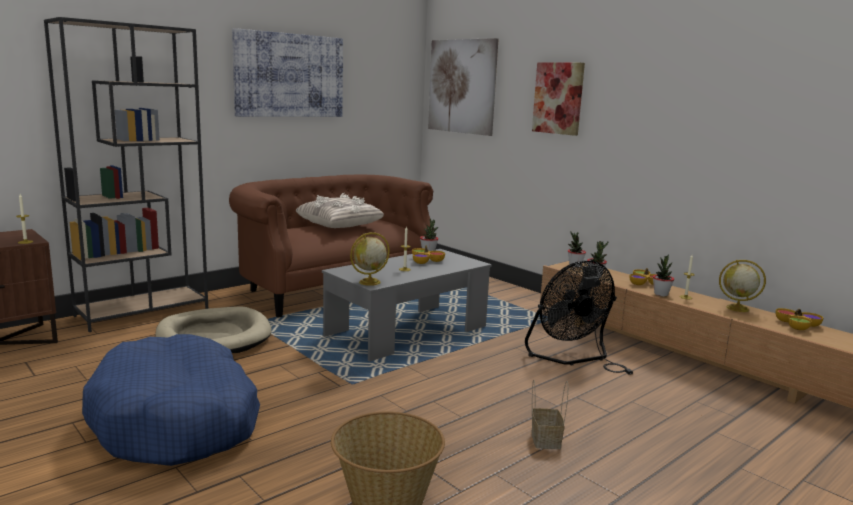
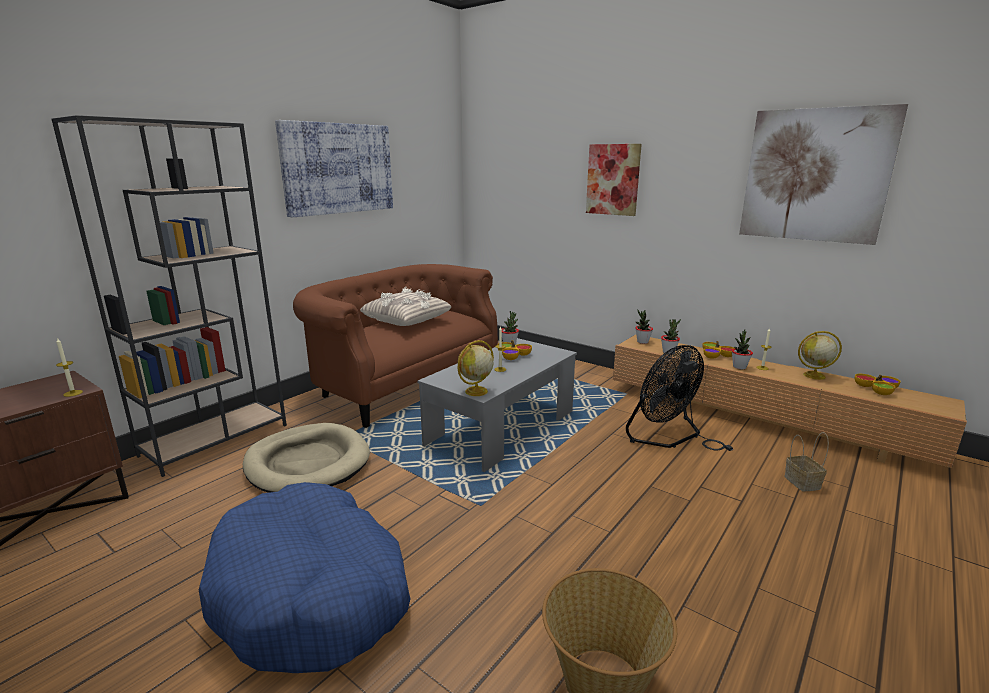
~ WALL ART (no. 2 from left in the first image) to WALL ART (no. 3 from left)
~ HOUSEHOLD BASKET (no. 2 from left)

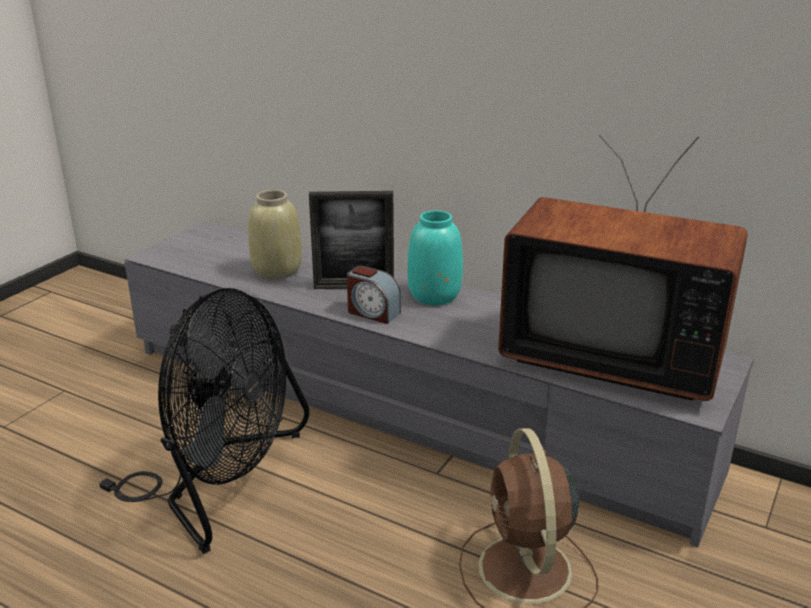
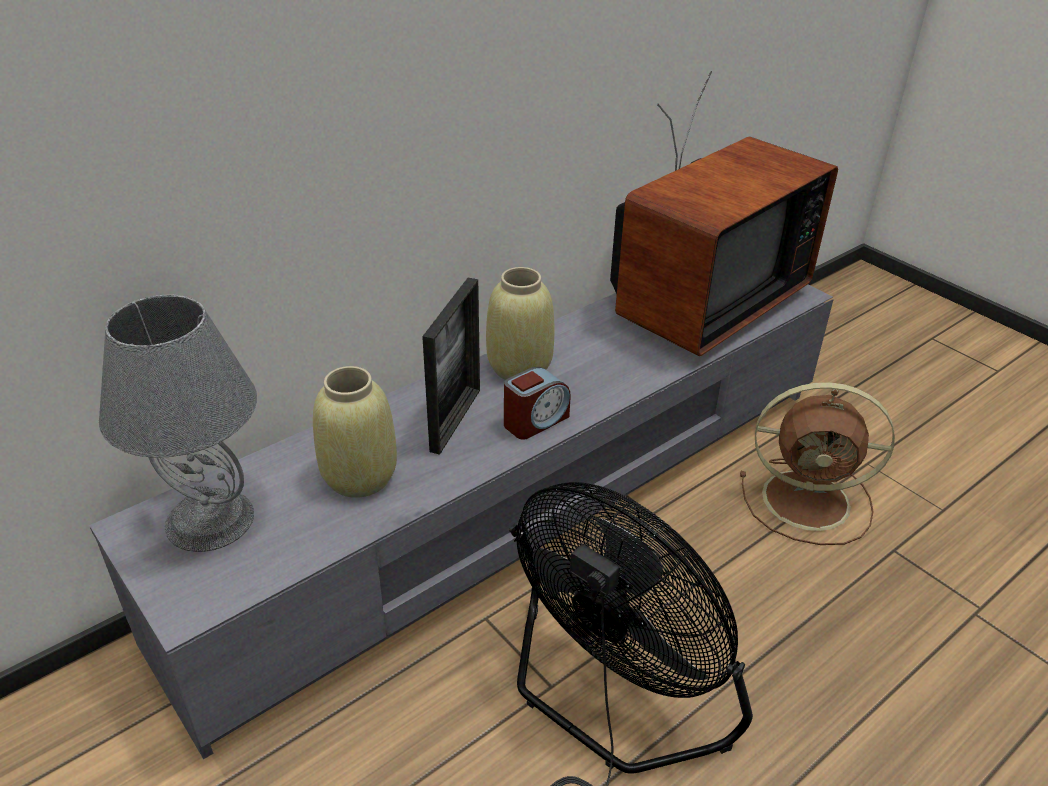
+ GREYISH TABLE LAMP
~ BLUE-GREEN DECORATIVE VASE to BEIGE DECORATIVE VASE (no. 2 from left)

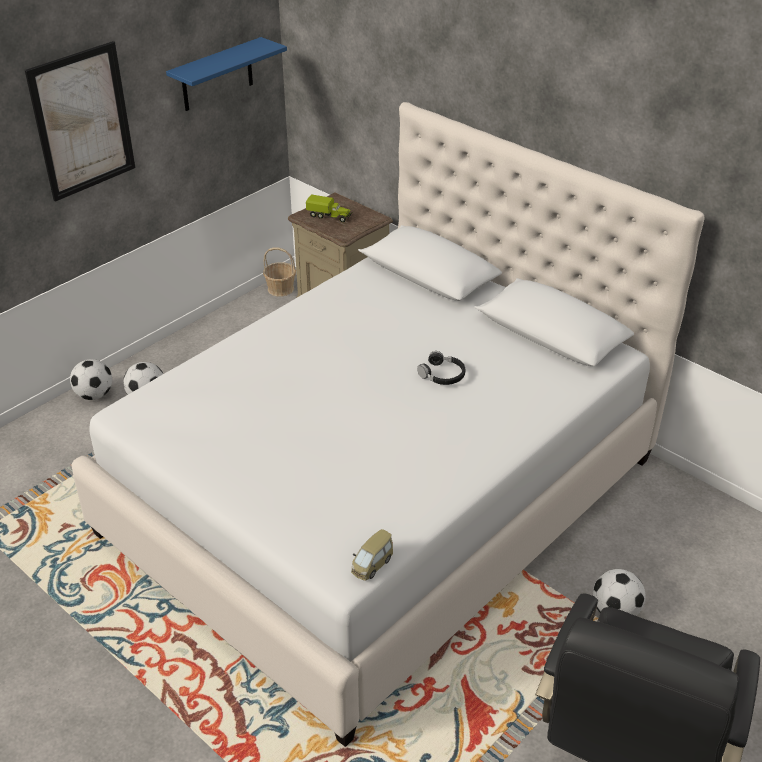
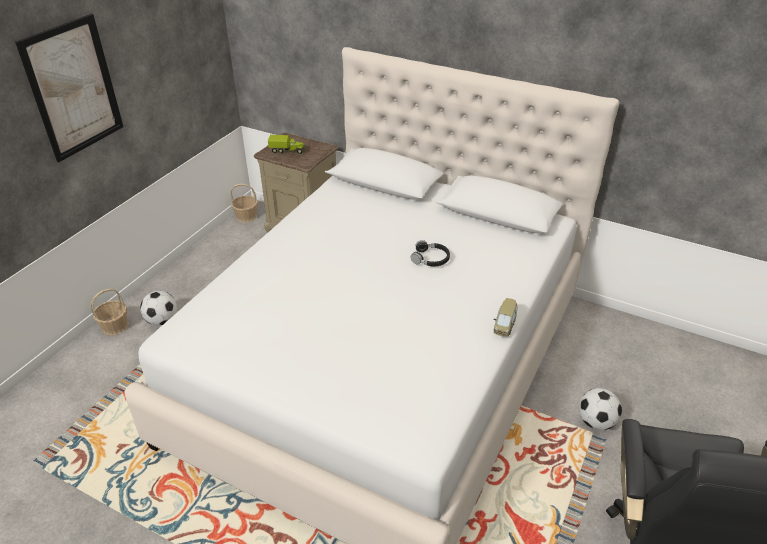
- BLUE BRACKET SHELF
~ TOY CAR
~ FOOTBALL BALL (no. 1 from left) to HOUSEHOLD BASKET (no. 1 from left)

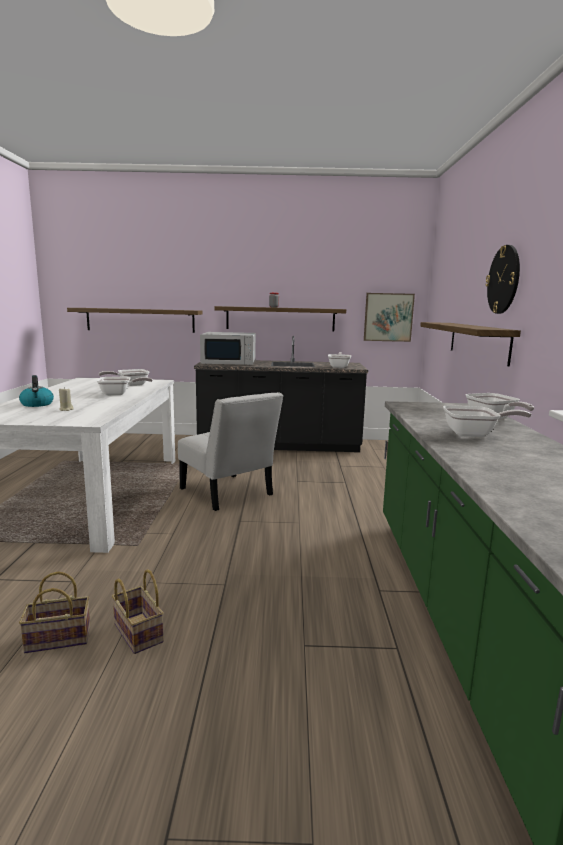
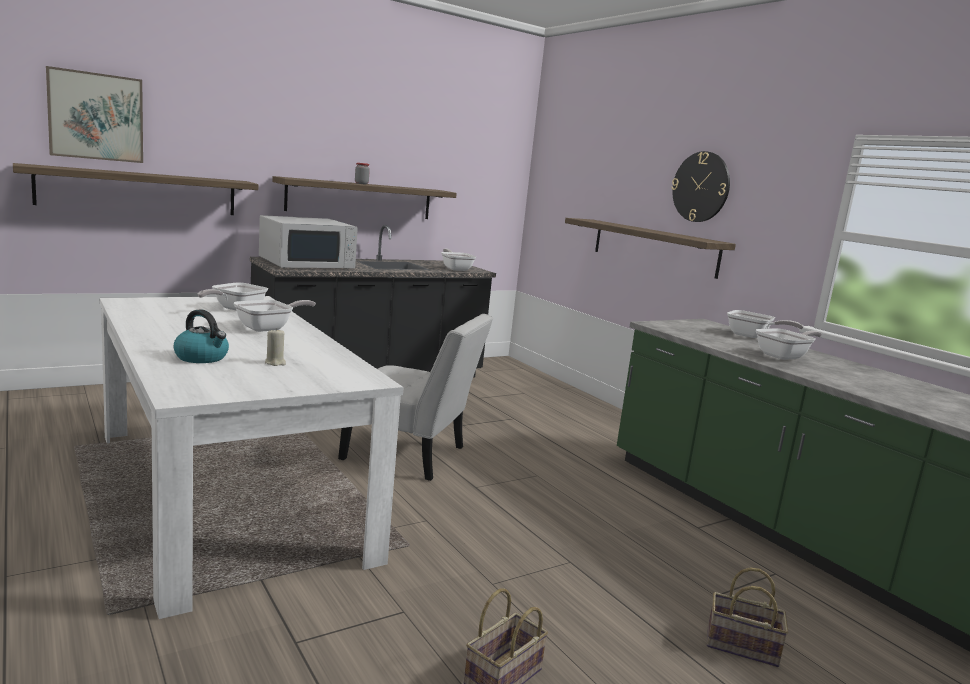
~ HOUSEHOLD BASKET (no. 2 from left)
~ WALL ART

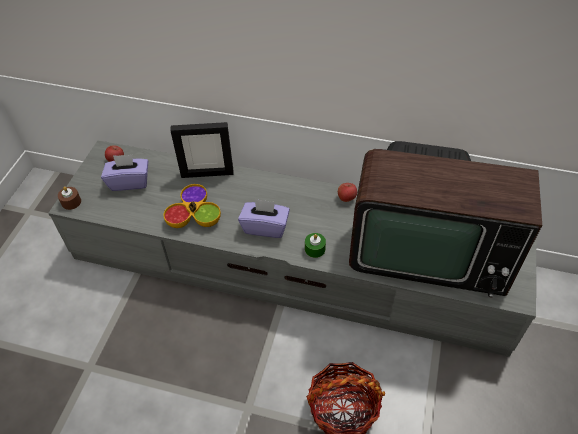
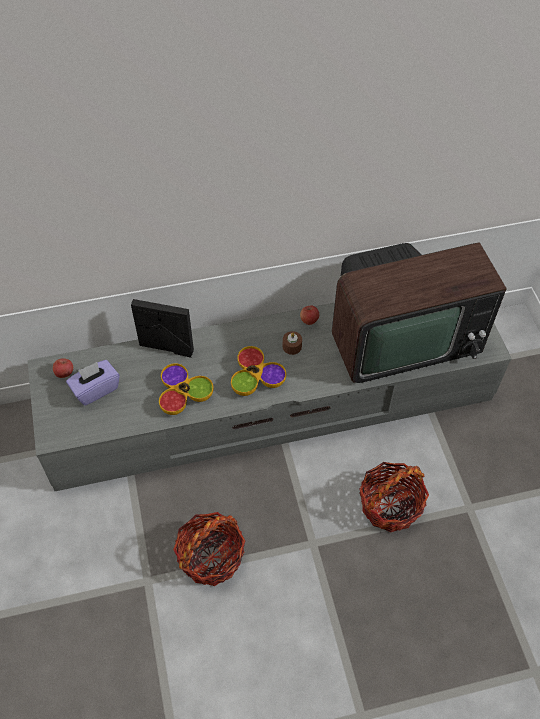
- GREENISH WAX LIGHT
+ HOUSEHOLD BASKET (no. 1 from left)
~ BROWNISH WAX LIGHT
~ PURPLE-COLOURED BOX OF TISSUES (no. 2 from left) to DEEP DISH (no. 2 from left)
~ PHOTO FRAME 135 degrees counterclockwise

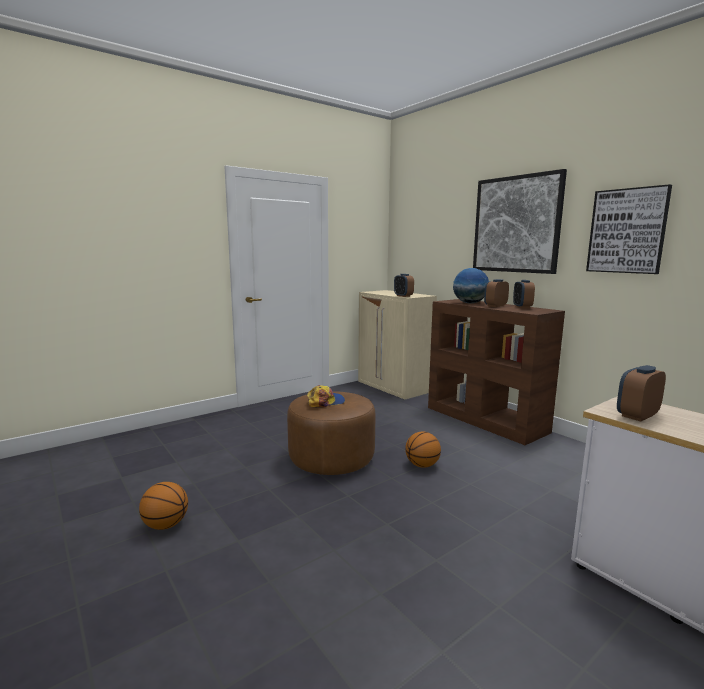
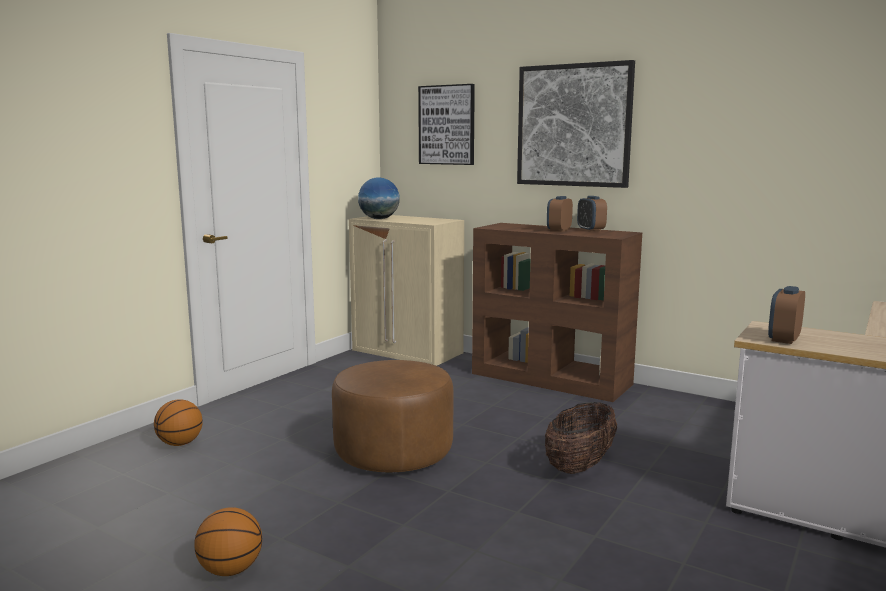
- PEAKED CAP
- TABLE CLOCK (no. 1 from left)
+ HOUSEHOLD BASKET
~ BALL FOR BASKETBALL (no. 2 from left in the first image) to BALL FOR BASKETBALL (no. 1 from left)
~ DESK GLOBE
~ WALL ART (no. 2 from left in the first image) to WALL ART (no. 1 from left)

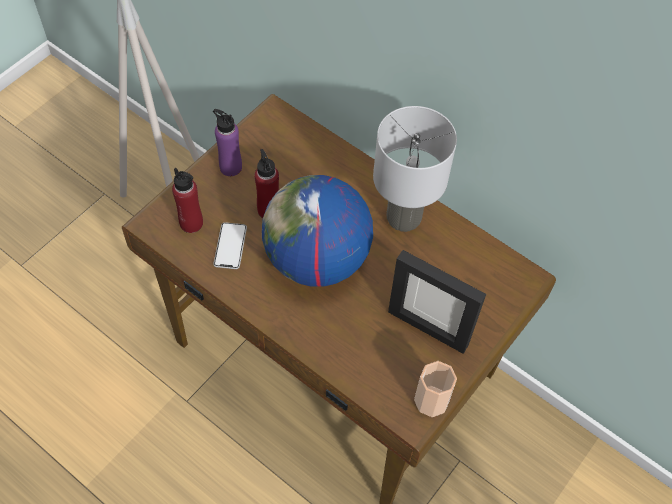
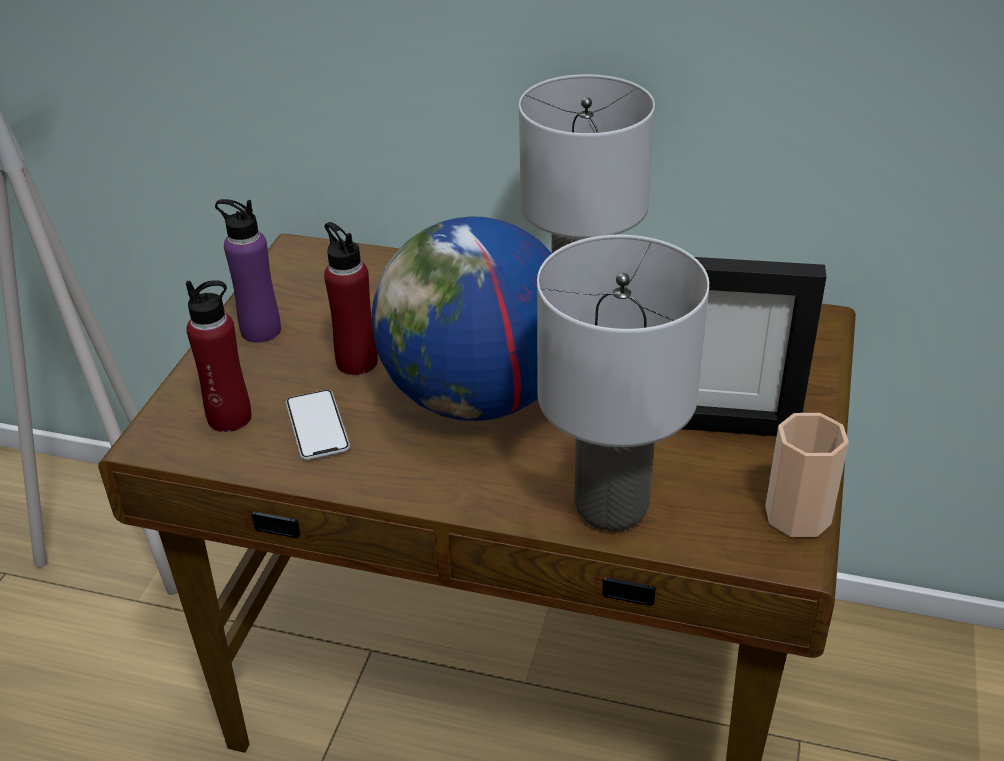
+ WHITISH TABLE LAMP (no. 2 from left)

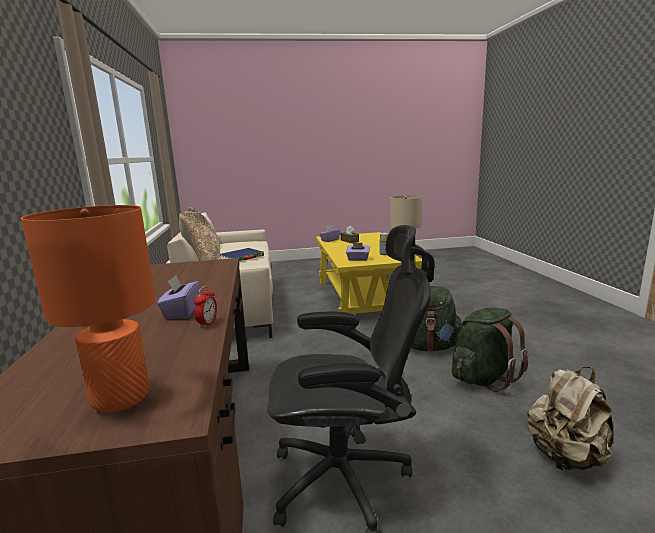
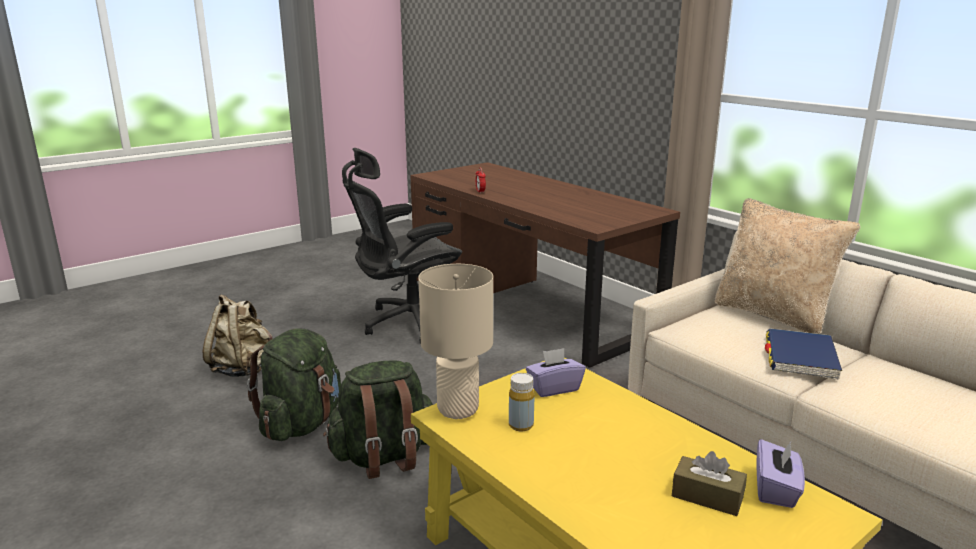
- ORANGEY TABLE LAMP
- PURPLE-COLOURED BOX OF TISSUES (no. 1 from left)

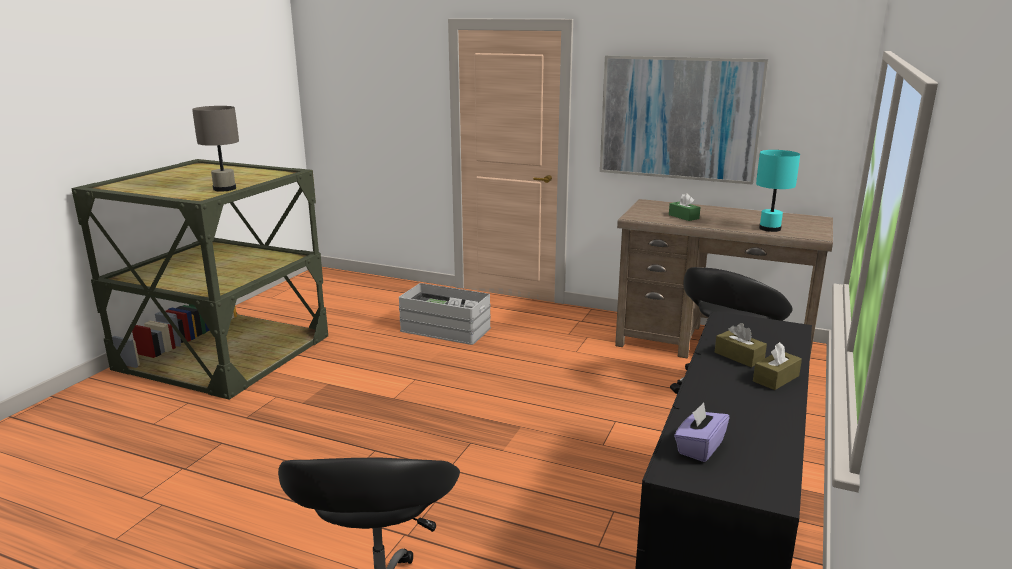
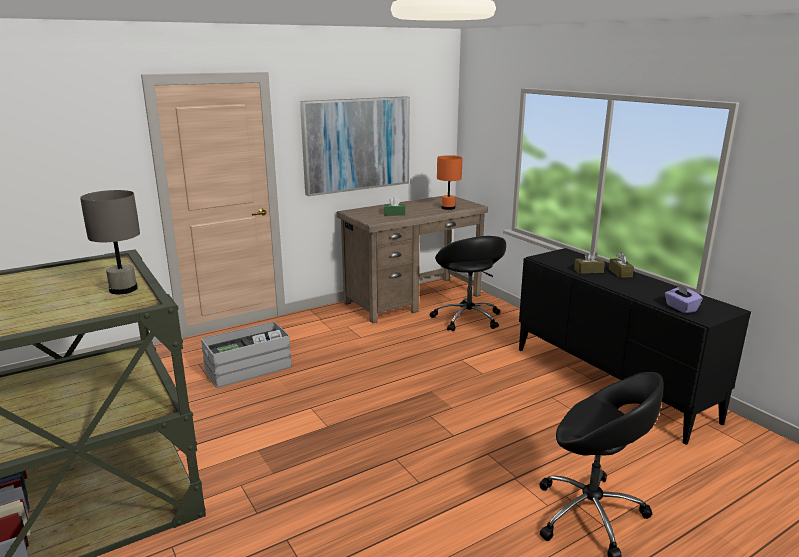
~ BLUE-GREEN TABLE LAMP to ORANGEY TABLE LAMP

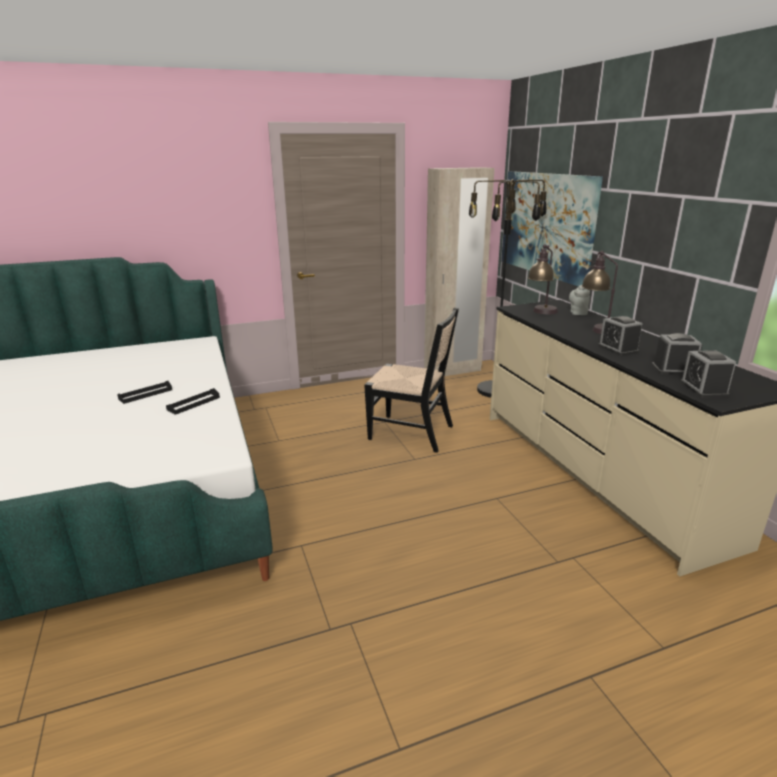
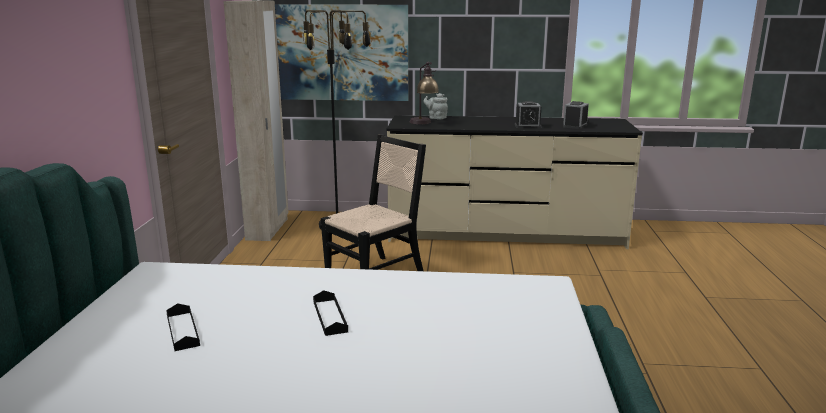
- TABLE LAMP (no. 2 from left)
- TABLE CLOCK (no. 3 from left)
~ BLACK-COLOURED CARRYING TRAY (no. 2 from left in the first image) to BLACK-COLOURED CARRYING TRAY (no. 1 from left)

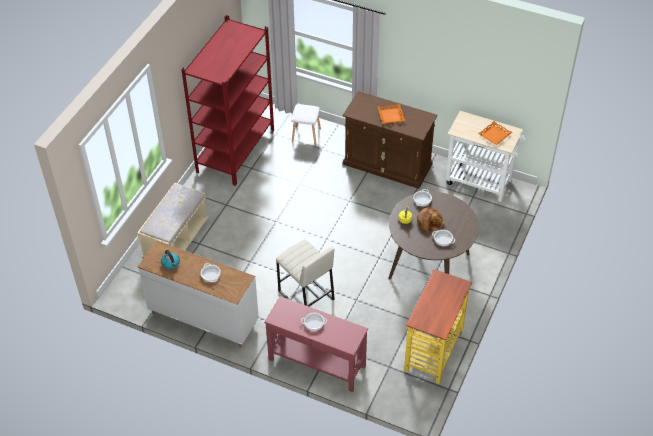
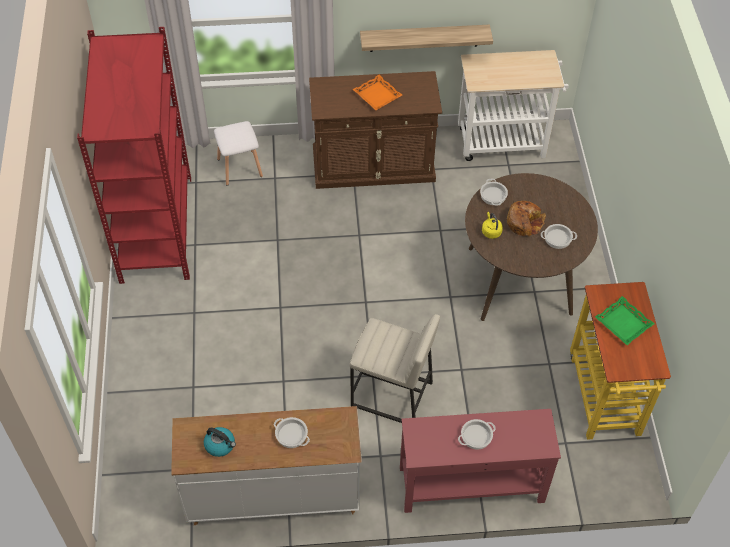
- BEIGE INDOOR BENCH
- ORANGEY CARRYING TRAY (no. 2 from left)
+ BRACKET SHELF
+ GREENISH CARRYING TRAY

